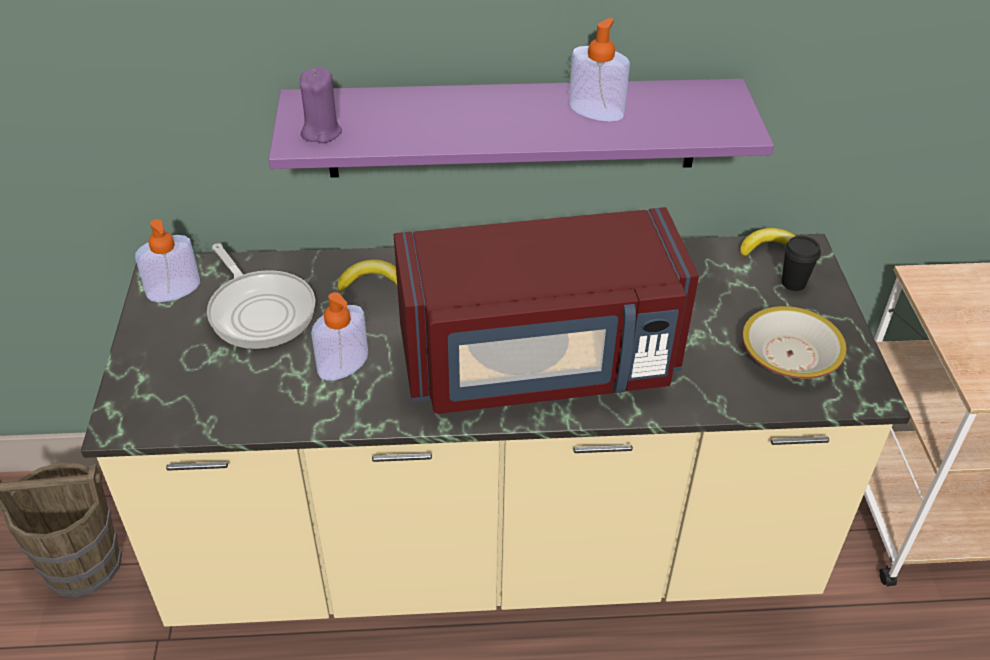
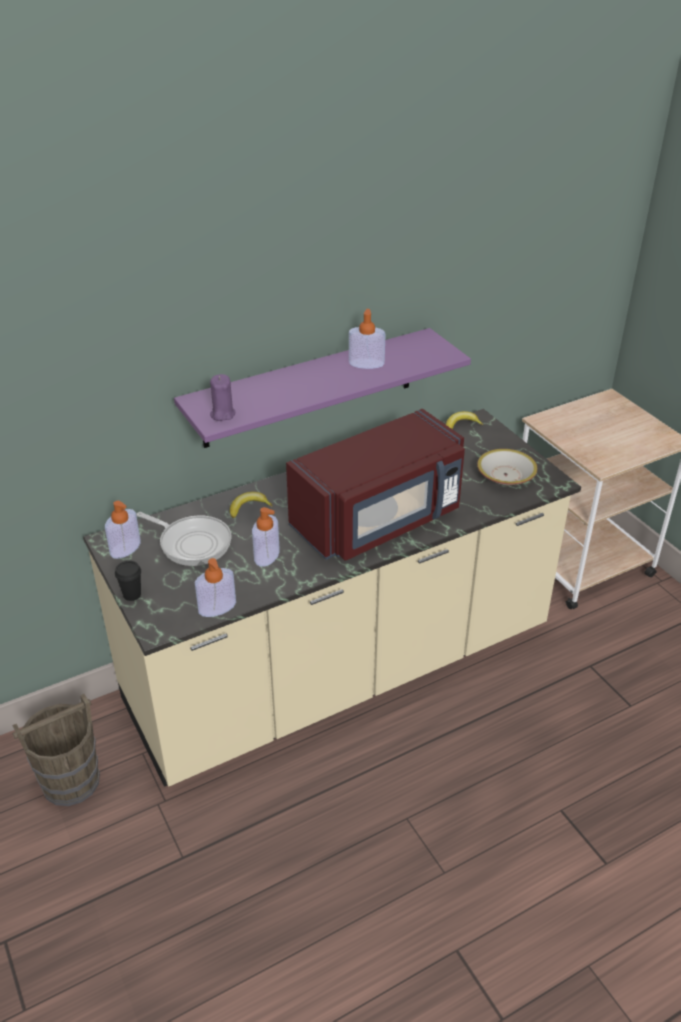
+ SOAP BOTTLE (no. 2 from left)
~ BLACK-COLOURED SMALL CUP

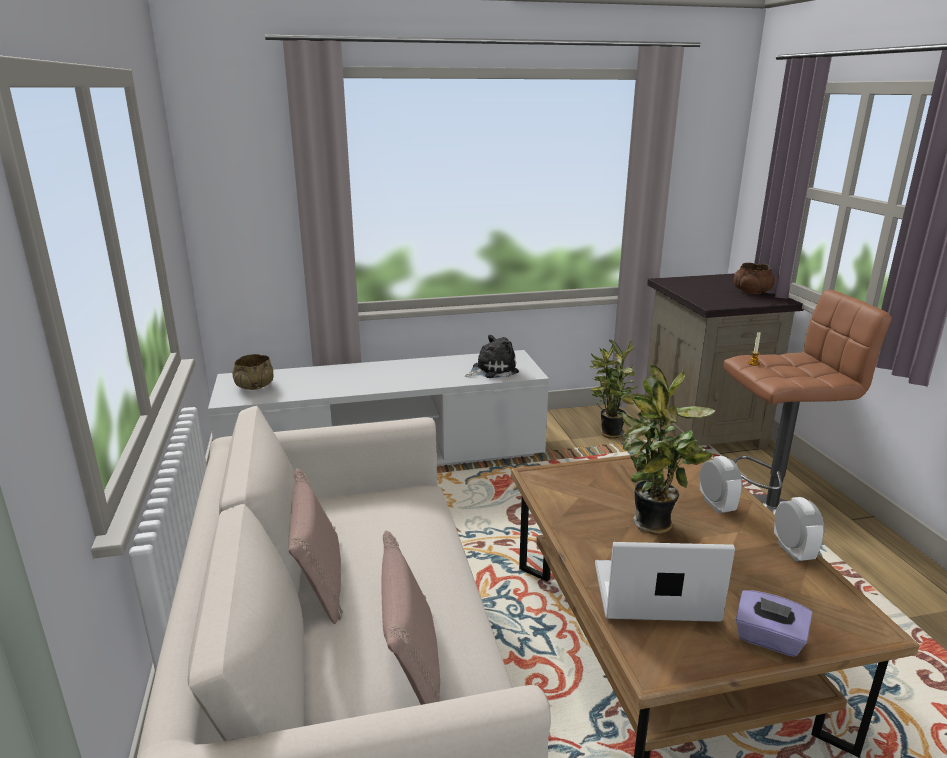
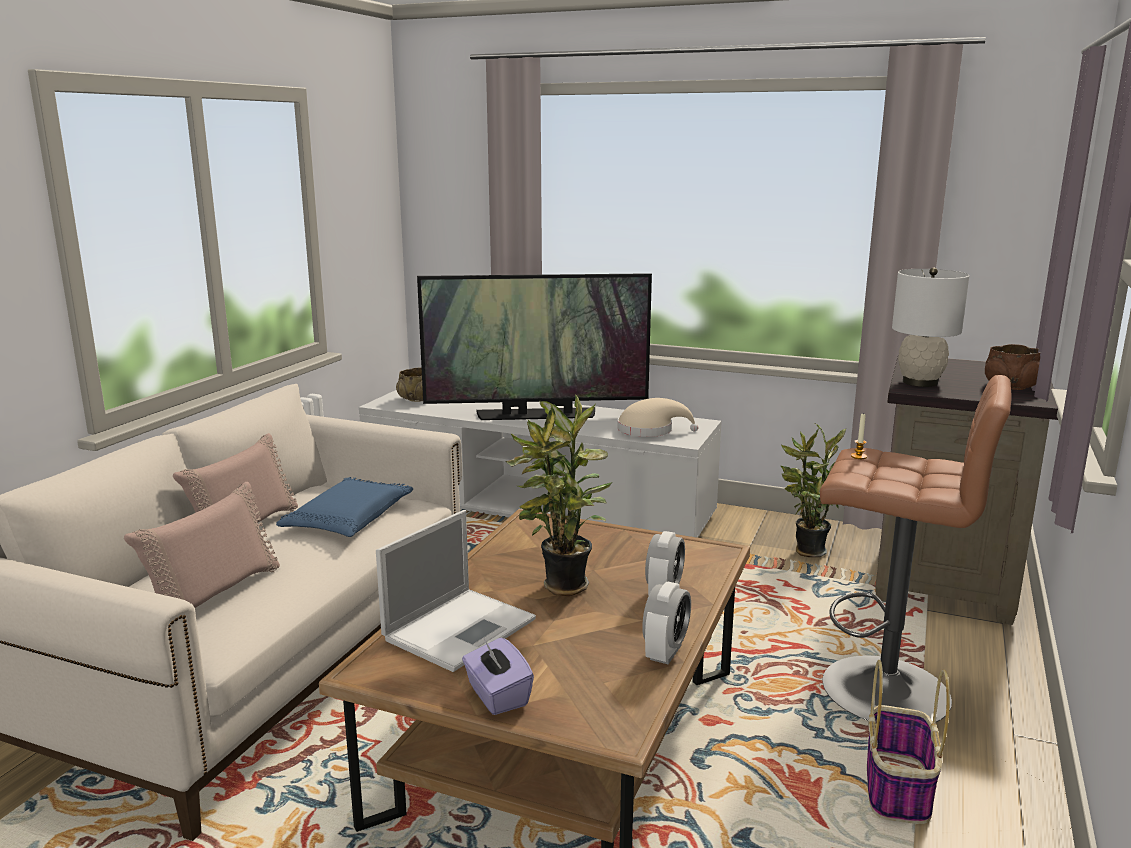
+ BLUE PILLOW
+ TELEVISION
+ HOUSEHOLD BASKET
+ WHITISH TABLE LAMP
~ PLUSH TOY to BEIGE HAT
~ LAPTOP 90 degrees clockwise

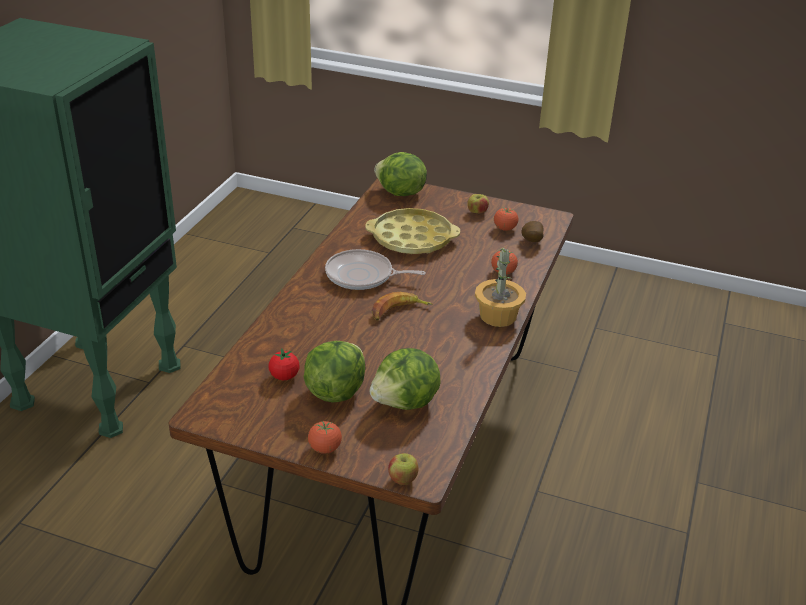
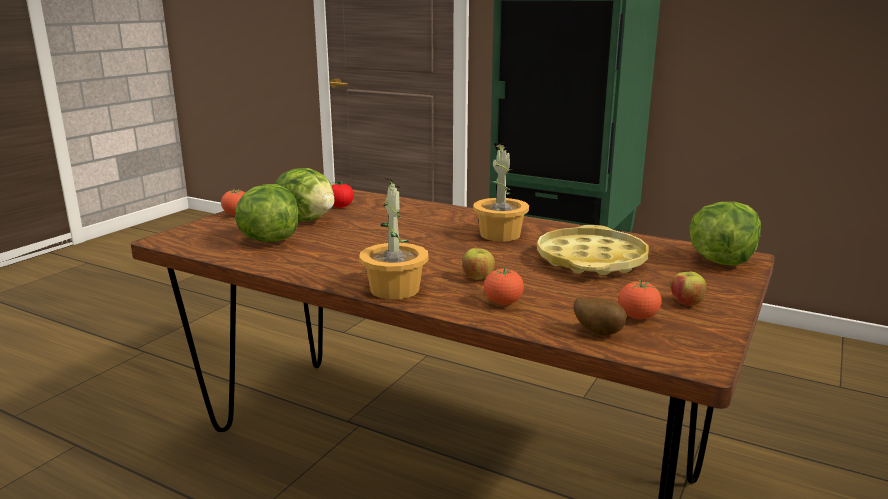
- BANANA
~ APPLE FRUIT (no. 1 from left)
~ FRYING PAN to POTTED PLANT (no. 2 from left)

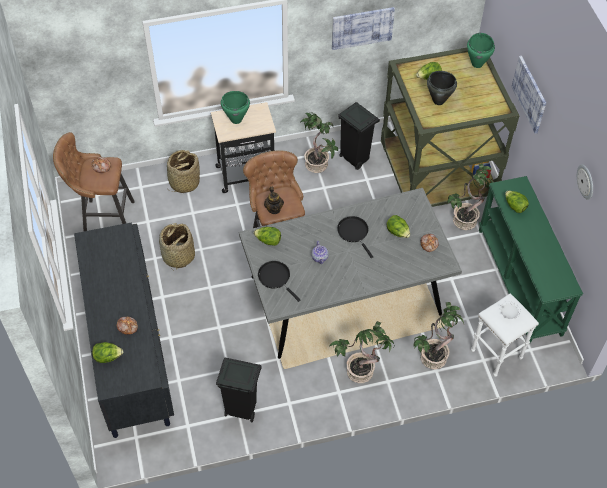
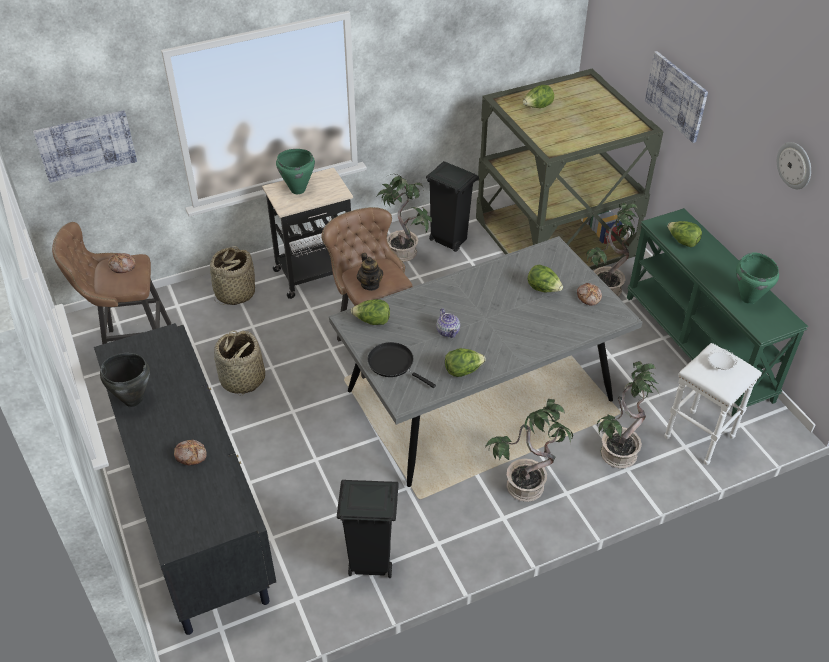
- BLACK-COLOURED FRYING PAN (no. 2 from left)
~ HEAD OF LETTUCE (no. 1 from left in the first image) to HEAD OF LETTUCE (no. 2 from left)
~ WALL ART (no. 1 from left)
~ BLACK-COLOURED COOKING POT
~ GREENISH COOKING POT (no. 2 from left)

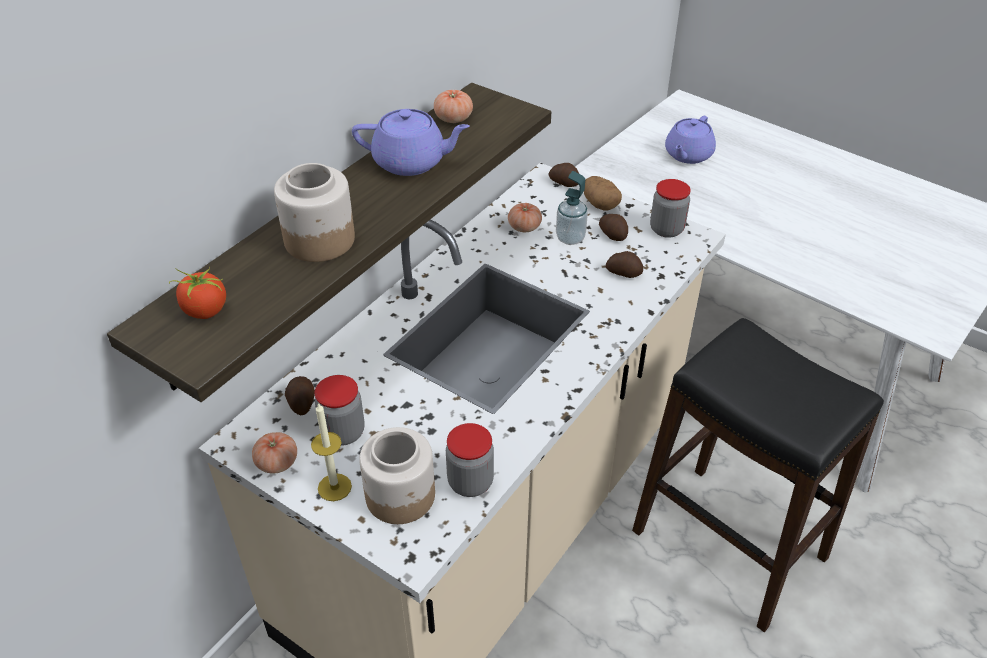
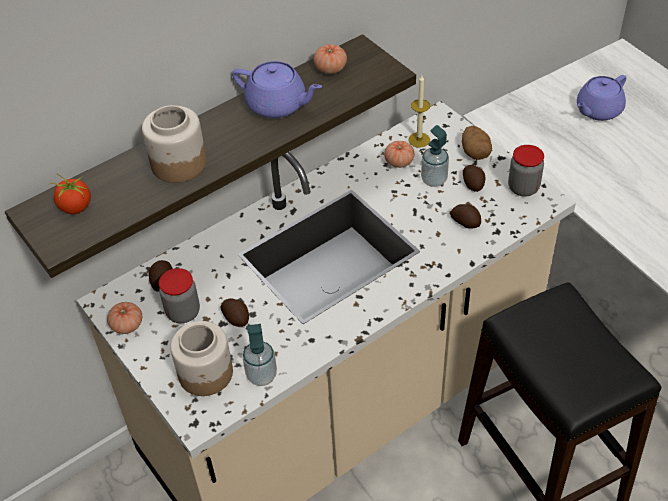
~ WAX LIGHT
~ POTATO (no. 2 from left)
~ PRESERVE JAR (no. 4 from left) to SOAP BOTTLE (no. 1 from left)

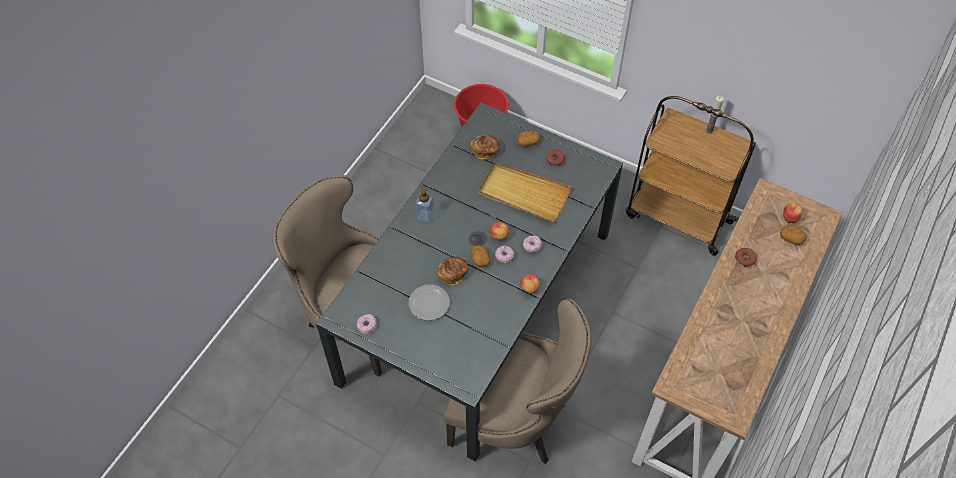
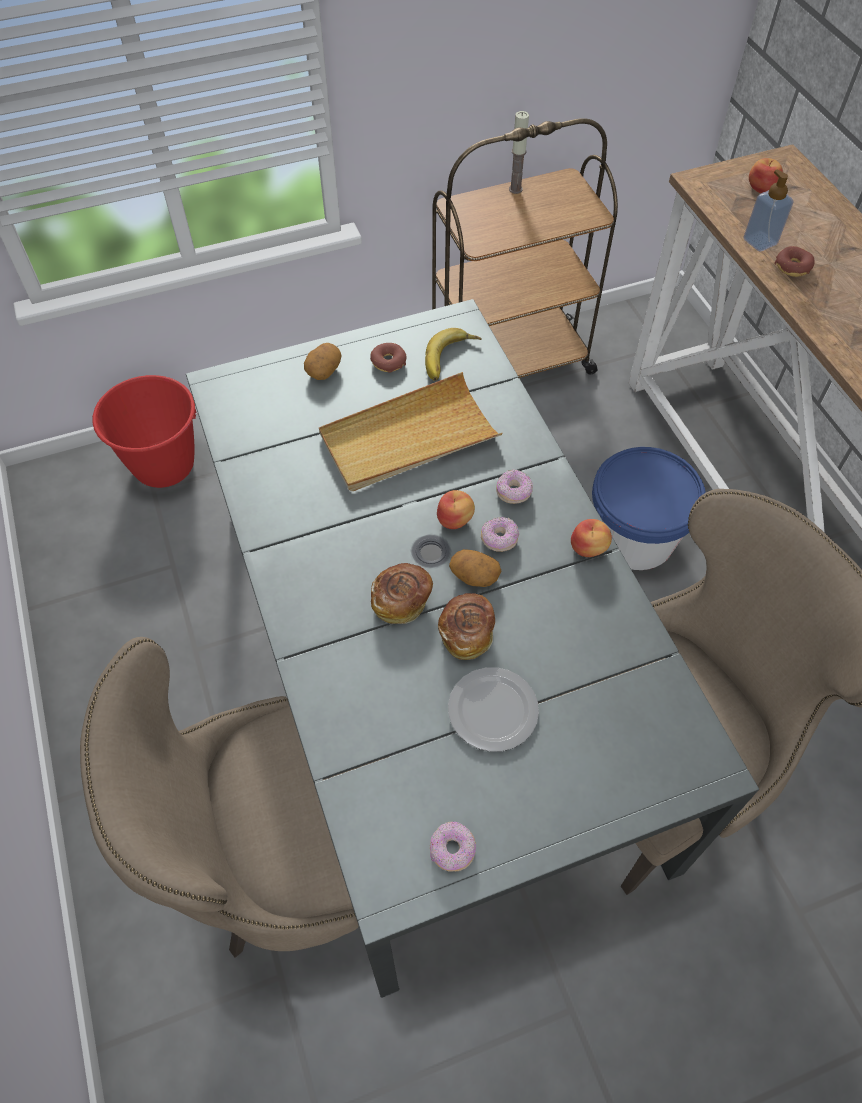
- POTATO (no. 3 from left)
+ BANANA
+ BLUE WATER BUCKET
~ SOAP BOTTLE
~ BREAD (no. 2 from left in the first image) to BREAD (no. 1 from left)

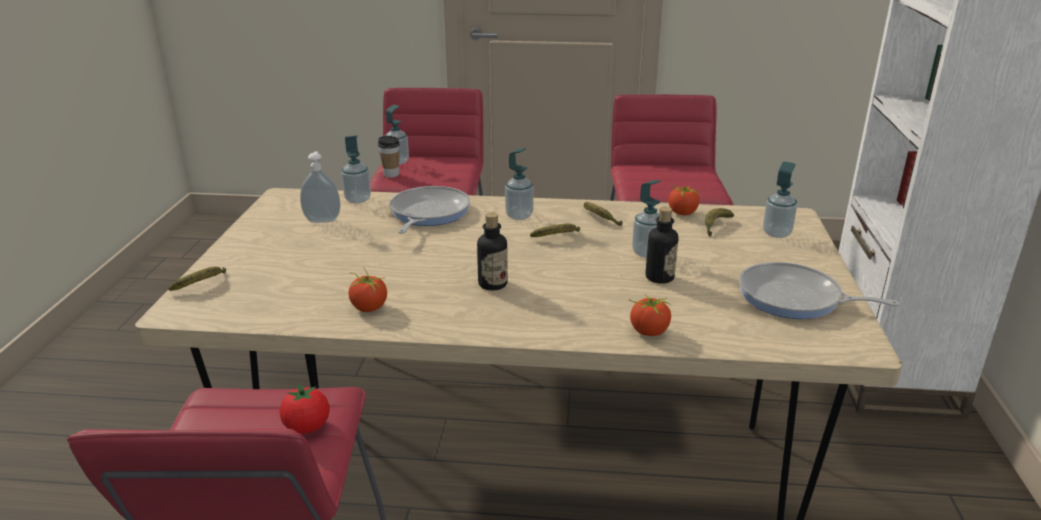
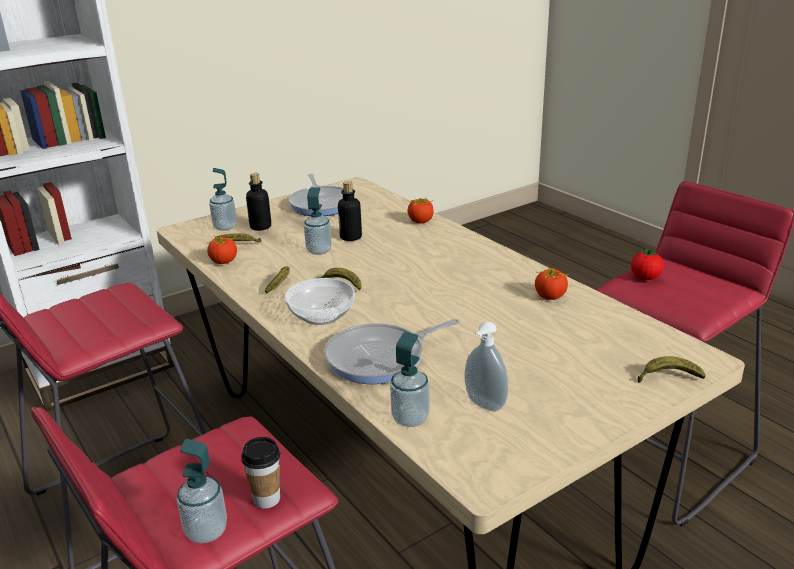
~ DRINK BOTTLE (no. 1 from left)
~ SOAP BOTTLE (no. 4 from left) to DEEP DISH

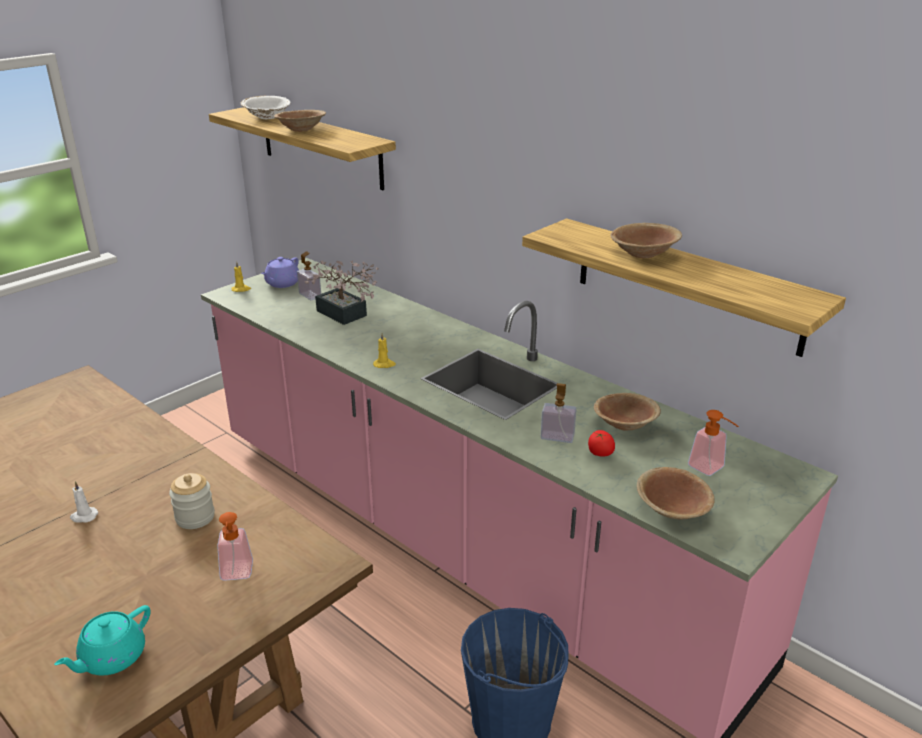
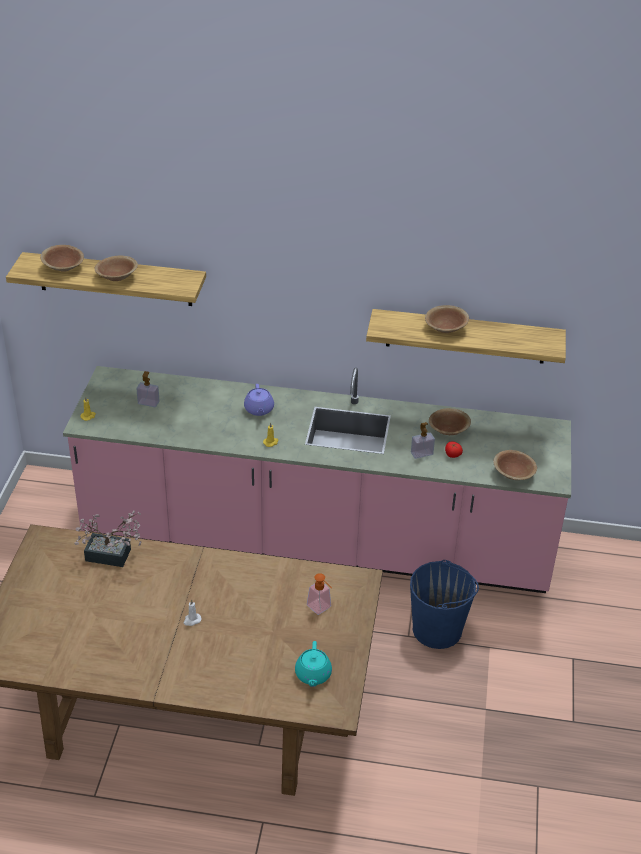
- PRESERVE JAR
- SOAP BOTTLE (no. 4 from left)
~ PURPLE-COLOURED POT FOR TEA
~ POTTED PLANT
~ WHITISH DEEP DISH to BROWNISH DEEP DISH (no. 1 from left)

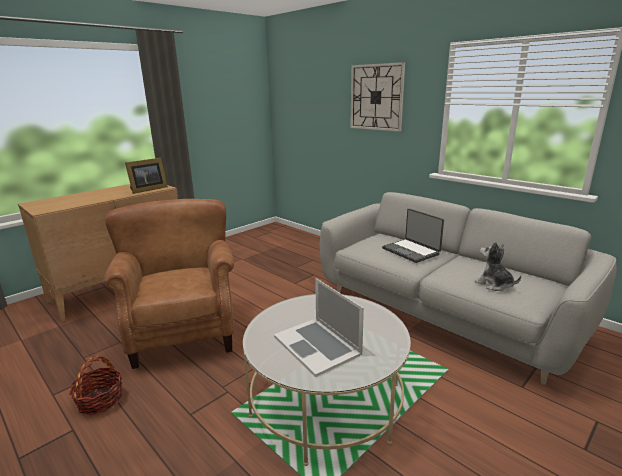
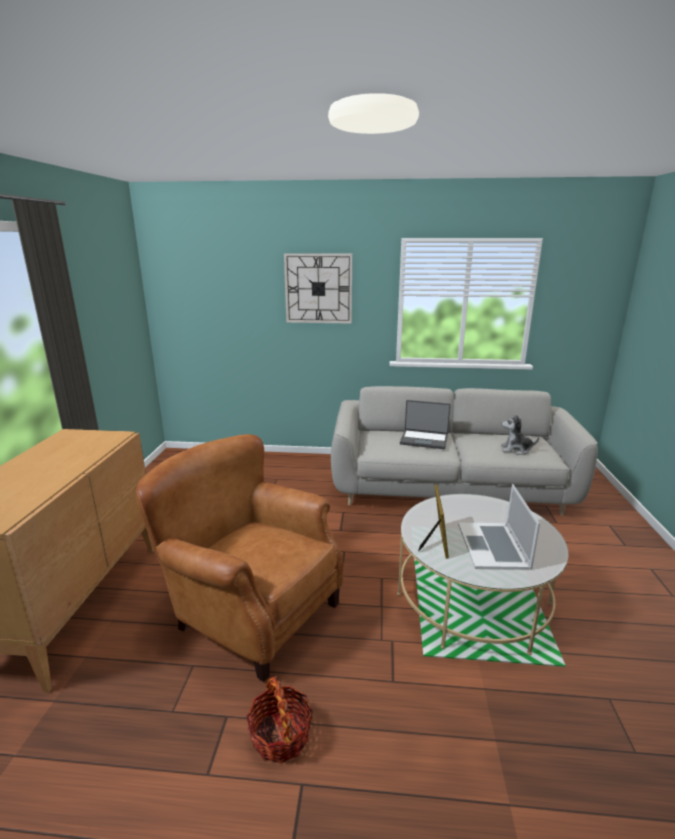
~ PHOTO FRAME
~ LAPTOP (no. 1 from left in the first image) 75 degrees clockwise

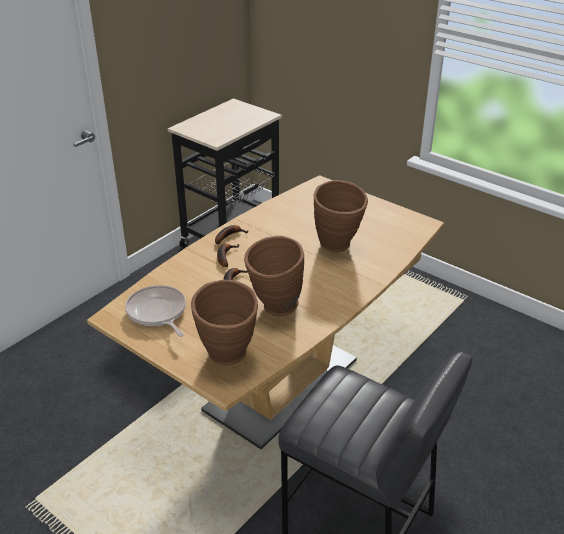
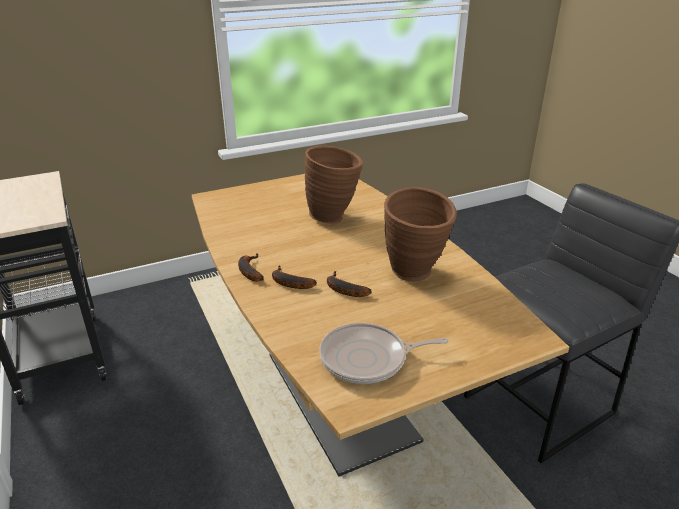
- BROWNISH DECORATIVE VASE (no. 1 from left)

